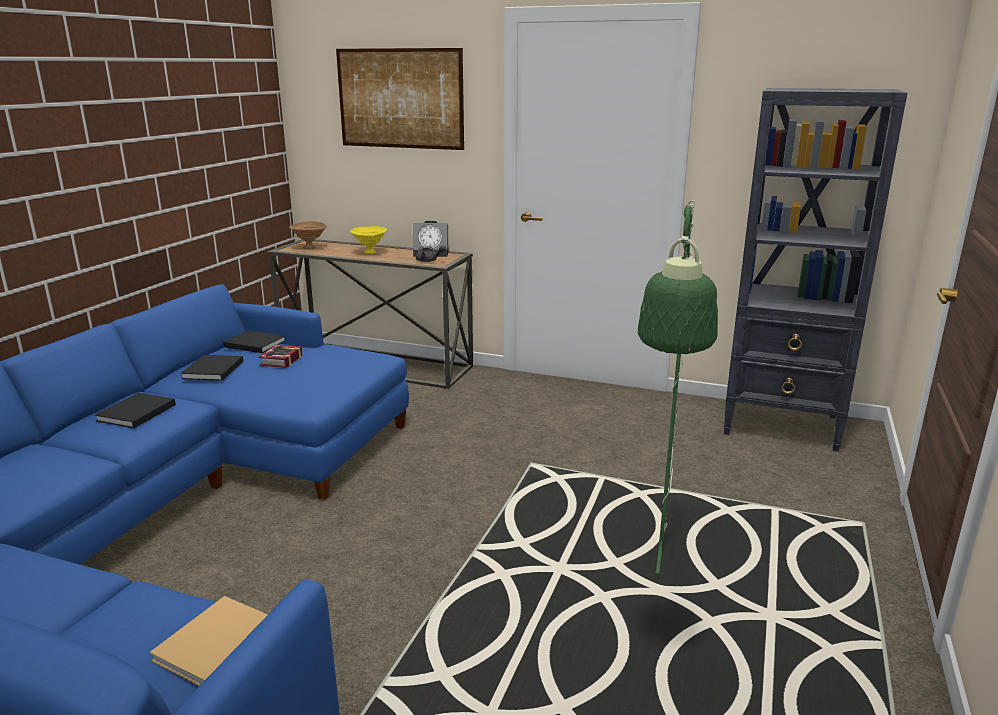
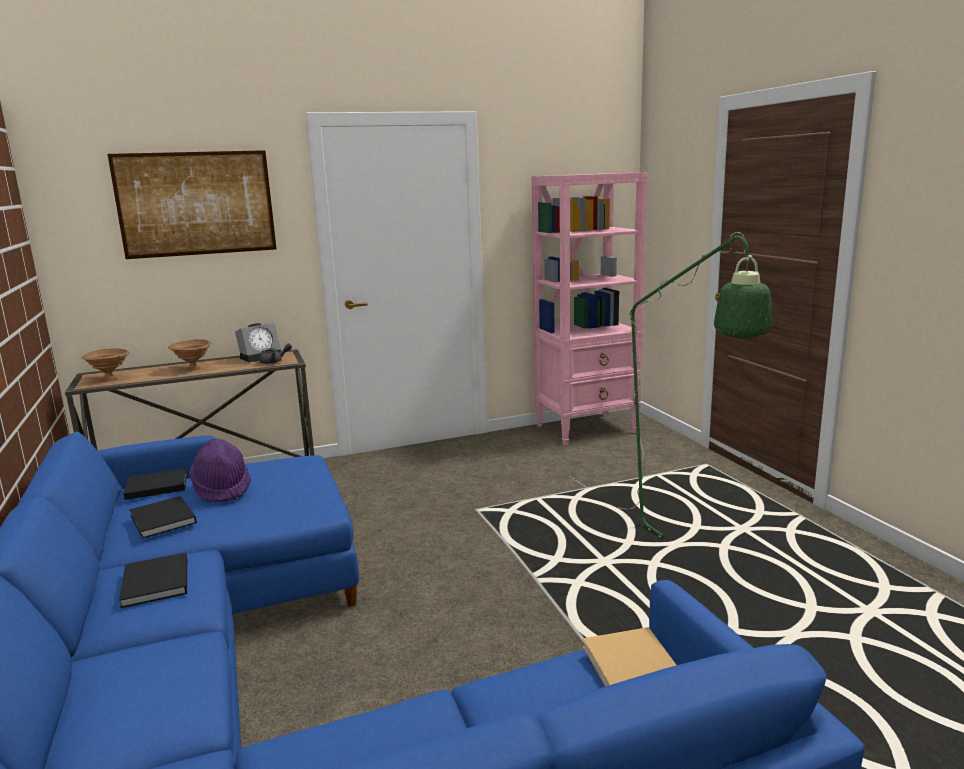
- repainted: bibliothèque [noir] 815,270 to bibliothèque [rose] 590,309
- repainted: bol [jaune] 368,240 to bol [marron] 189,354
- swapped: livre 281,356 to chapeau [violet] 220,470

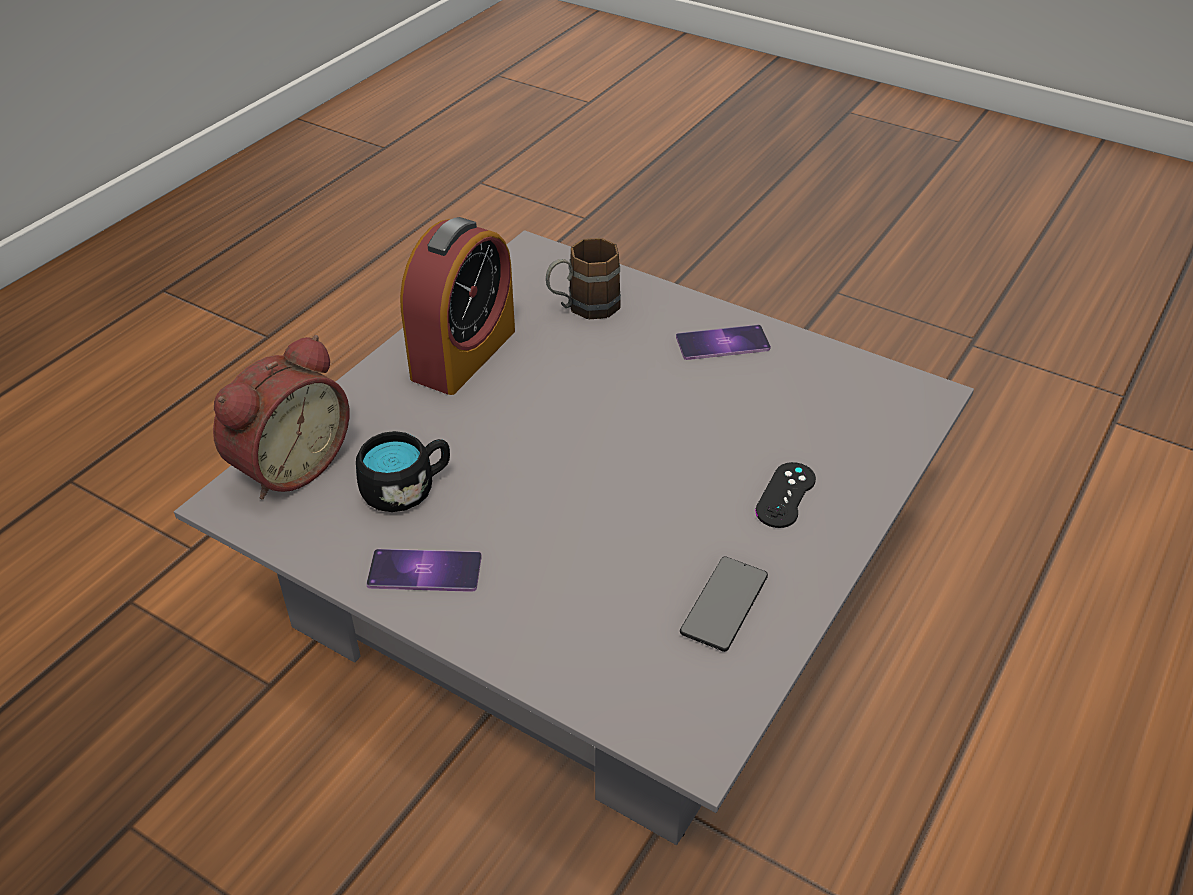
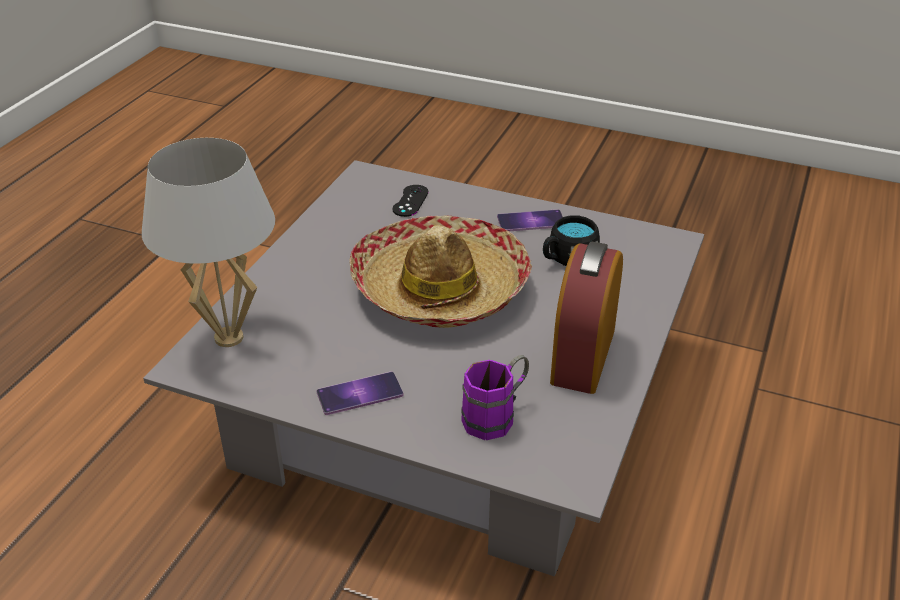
- repainted: mug [marron] 583,278 to mug [violet] 495,397
- gone: réveil 281,417
- shifted: manette [noir] 785,495 to 410,201
- gone: téléphone 724,604
- new: lampe de table [blanc] 208,242
- new: chapeau 440,272

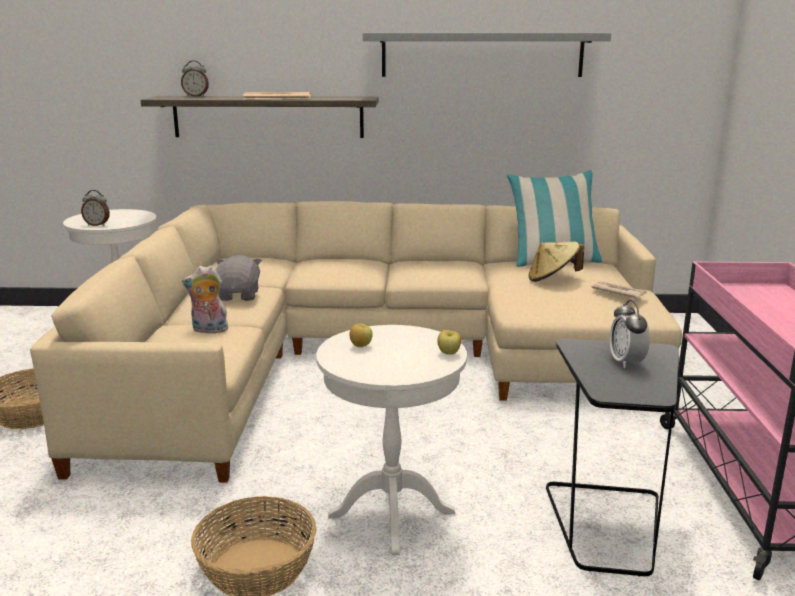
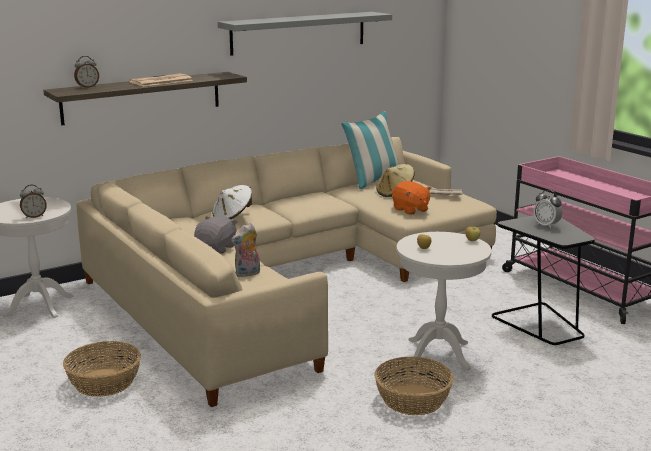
- rotated: peluche [gris] 239,278 = 216,234 60 degrees clockwise
- new: peluche [orange] 411,198
- new: chapeau [blanc] 232,202

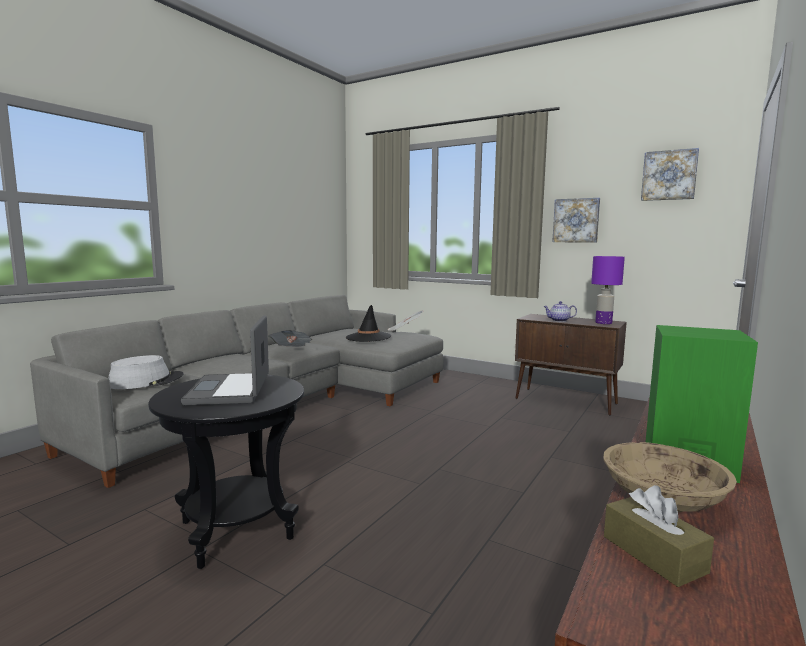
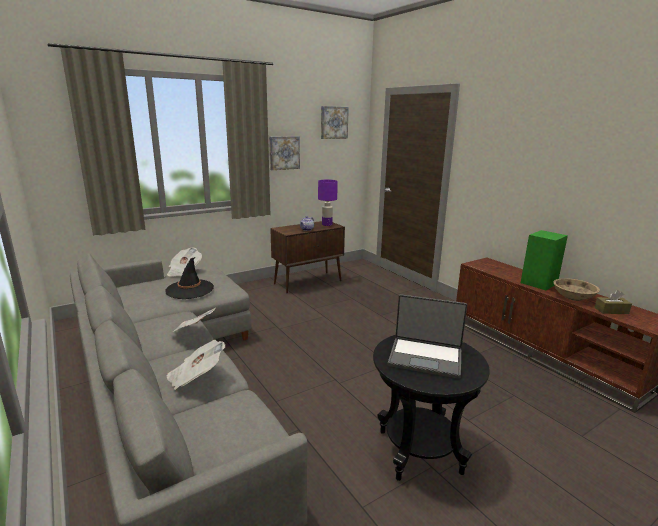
- gone: chapeau [gris] 146,372
- new: journal 195,365

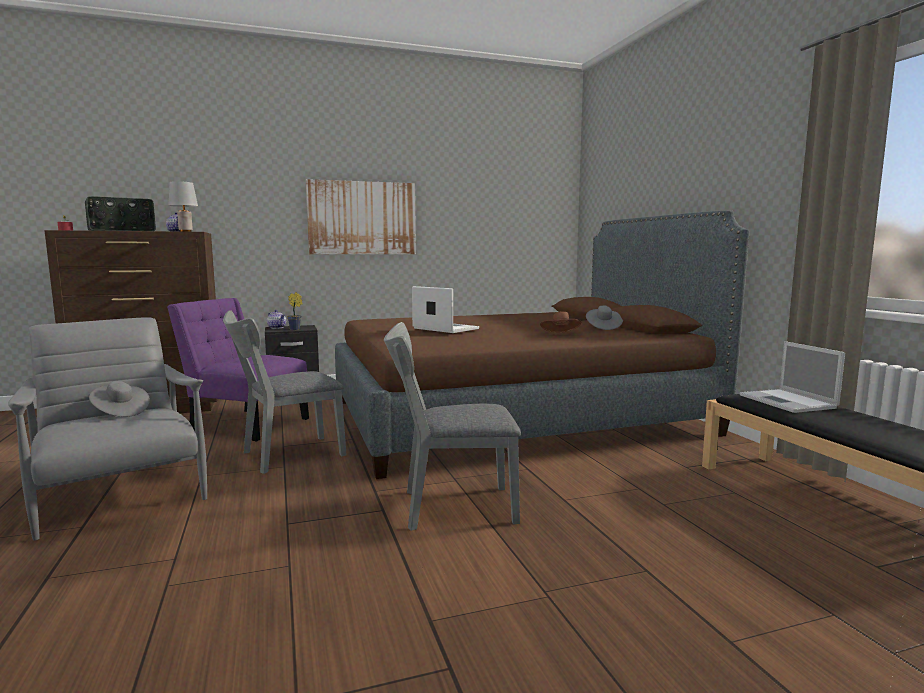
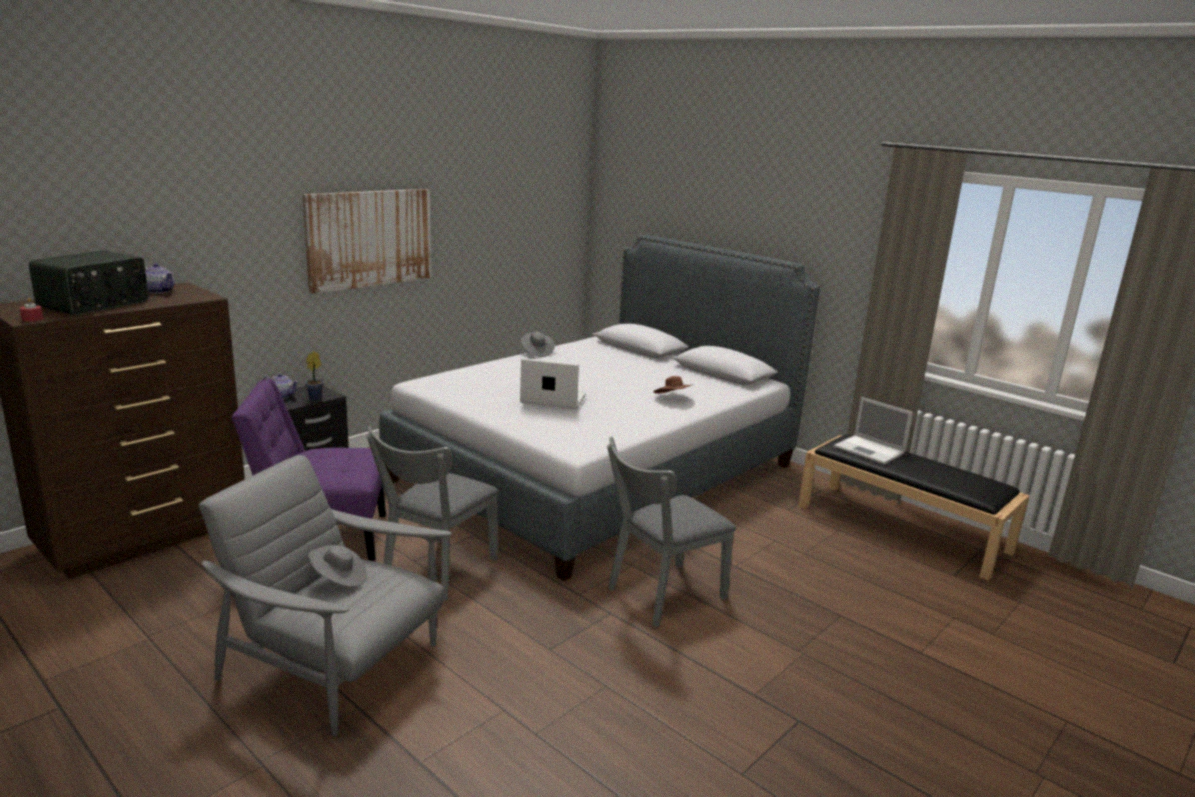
- gone: lampe de table [gris] 183,206
- repainted: lit [marron] 542,344 to lit [gris] 599,408
- shifted: chapeau [gris] 604,318 to 538,344

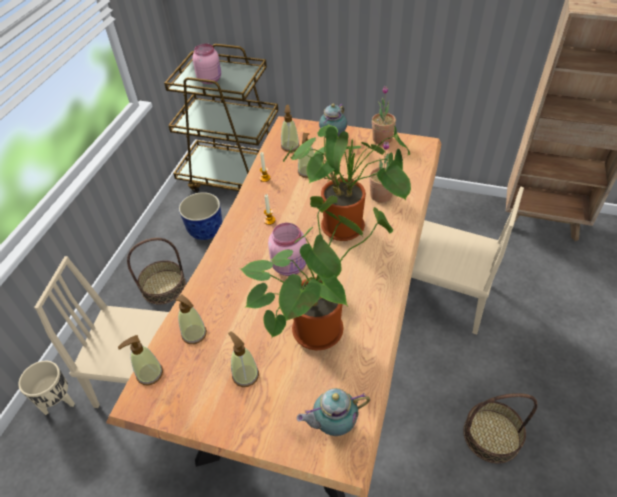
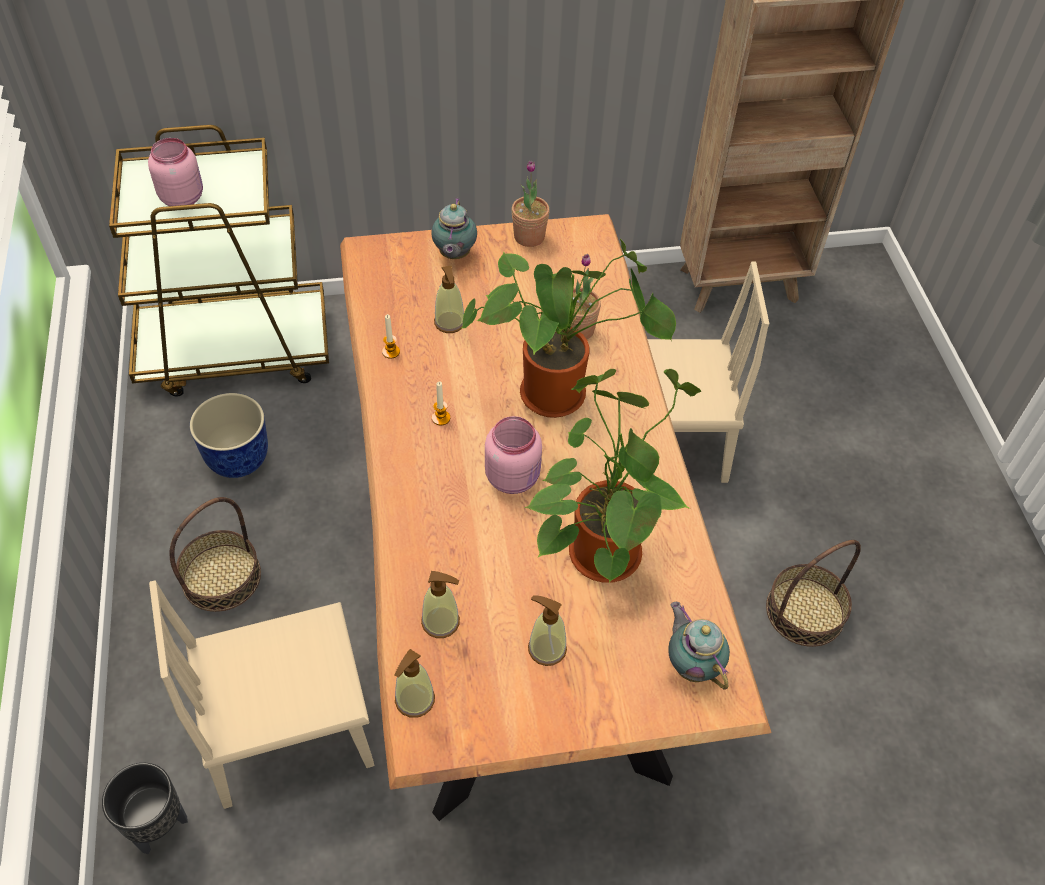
- gone: distributeur de savon 290,128
- repainted: cache-pot [beige] 46,388 to cache-pot [noir] 145,808
- rotated: théière 333,412 = 699,646 105 degrees clockwise

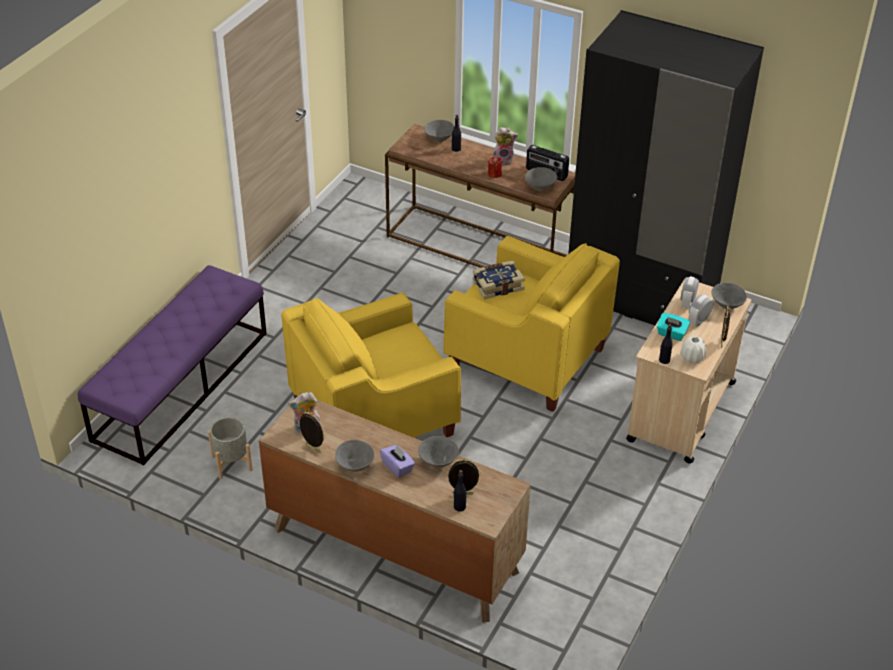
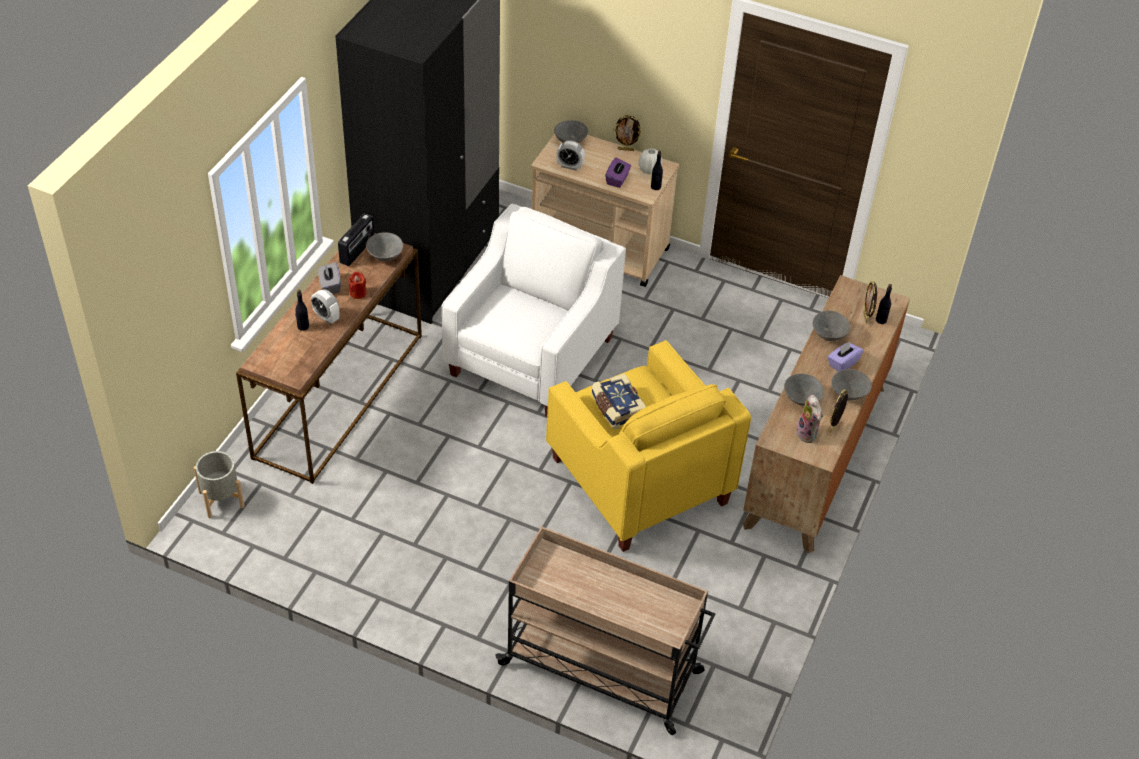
- shifted: bol [gris] 439,131 to 804,390
- swapped: peluche 505,146 to boîte à mouchoirs [gris] 329,278
- repainted: fauteuil [jaune] 531,324 to fauteuil [blanc] 534,310
- shifted: livre 499,280 to 618,401
- swapped: banc [violet] 172,365 to chariot [beige] 605,630
- shifted: réveil 701,311 to 325,306
- repainted: boîte à mouchoirs [turquoise] 673,327 to boîte à mouchoirs [violet] 618,173
- shifted: cache-pot [gris] 230,448 to 219,484

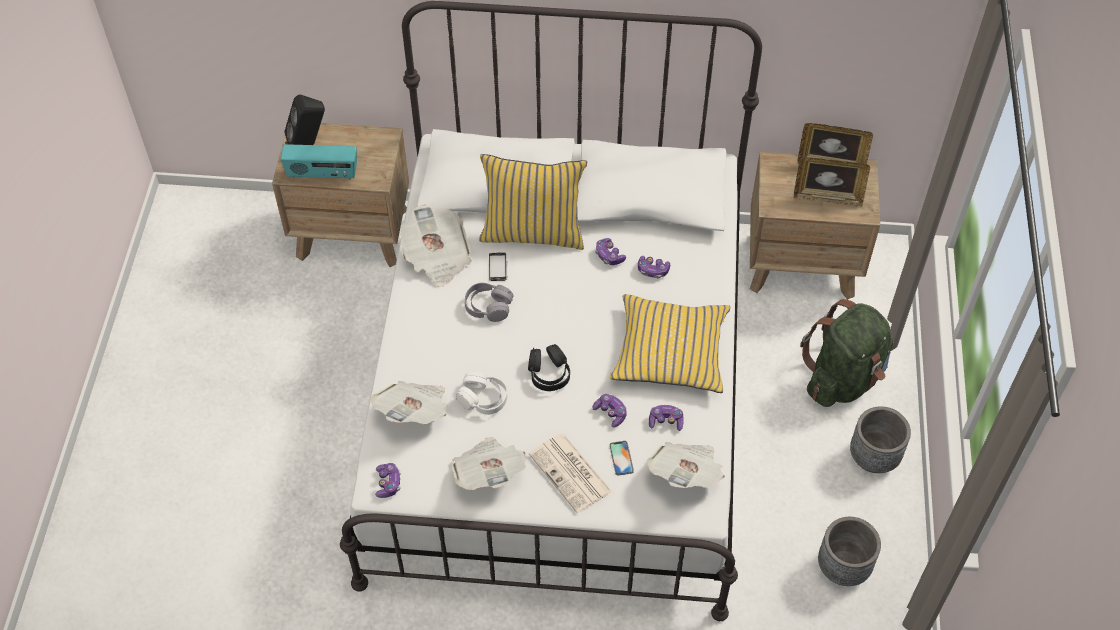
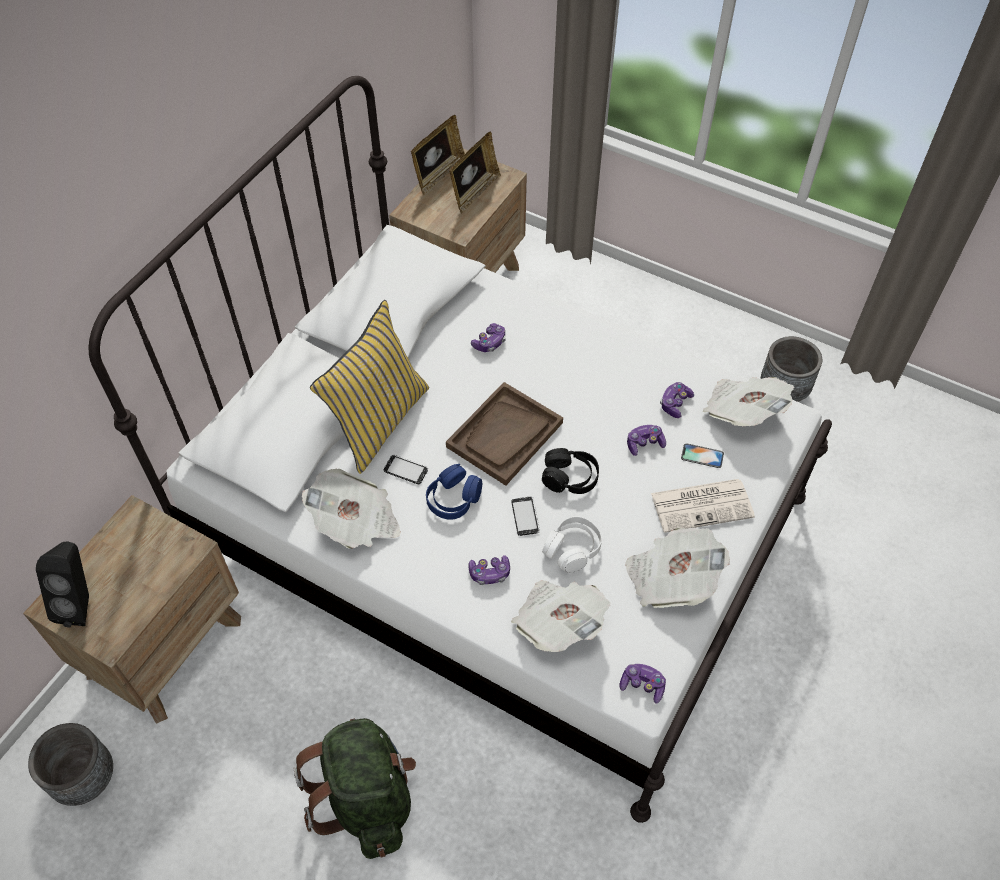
- gone: radio 319,161
- shifted: manette 610,251 to 489,570
- repainted: casque audio [gris] 489,302 to casque audio [bleu] 454,492
- gone: coussin [jaune] 670,343
- shifted: sac à dos [vert] 846,353 to 355,788
- shifted: cache-pot [gris] 880,439 to 70,764
- new: plateau [marron] 504,434
- new: téléphone 525,516

